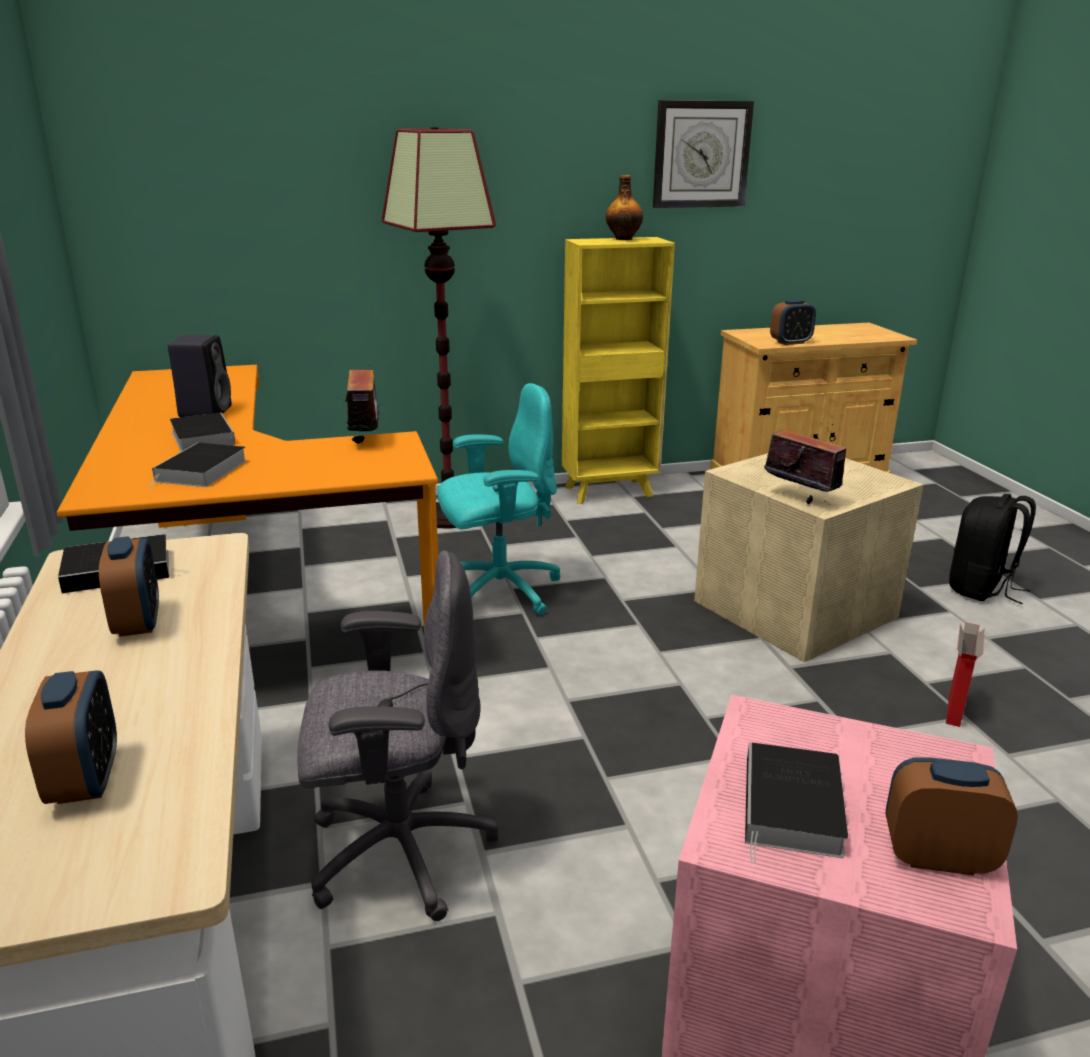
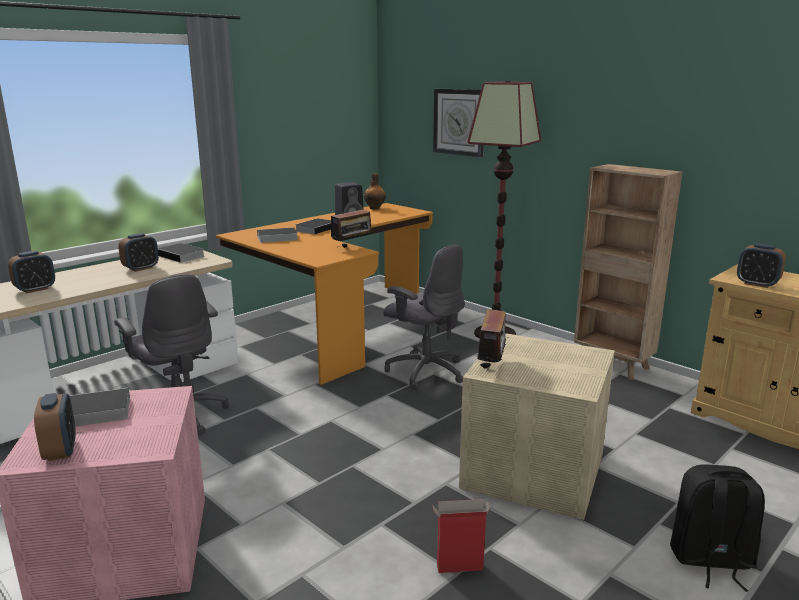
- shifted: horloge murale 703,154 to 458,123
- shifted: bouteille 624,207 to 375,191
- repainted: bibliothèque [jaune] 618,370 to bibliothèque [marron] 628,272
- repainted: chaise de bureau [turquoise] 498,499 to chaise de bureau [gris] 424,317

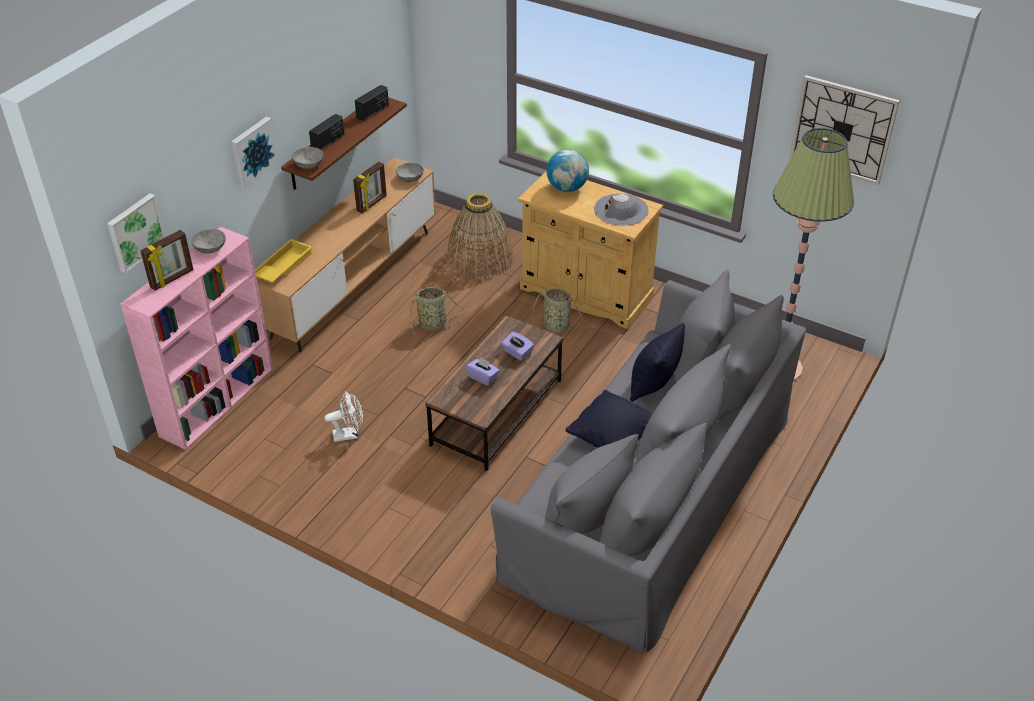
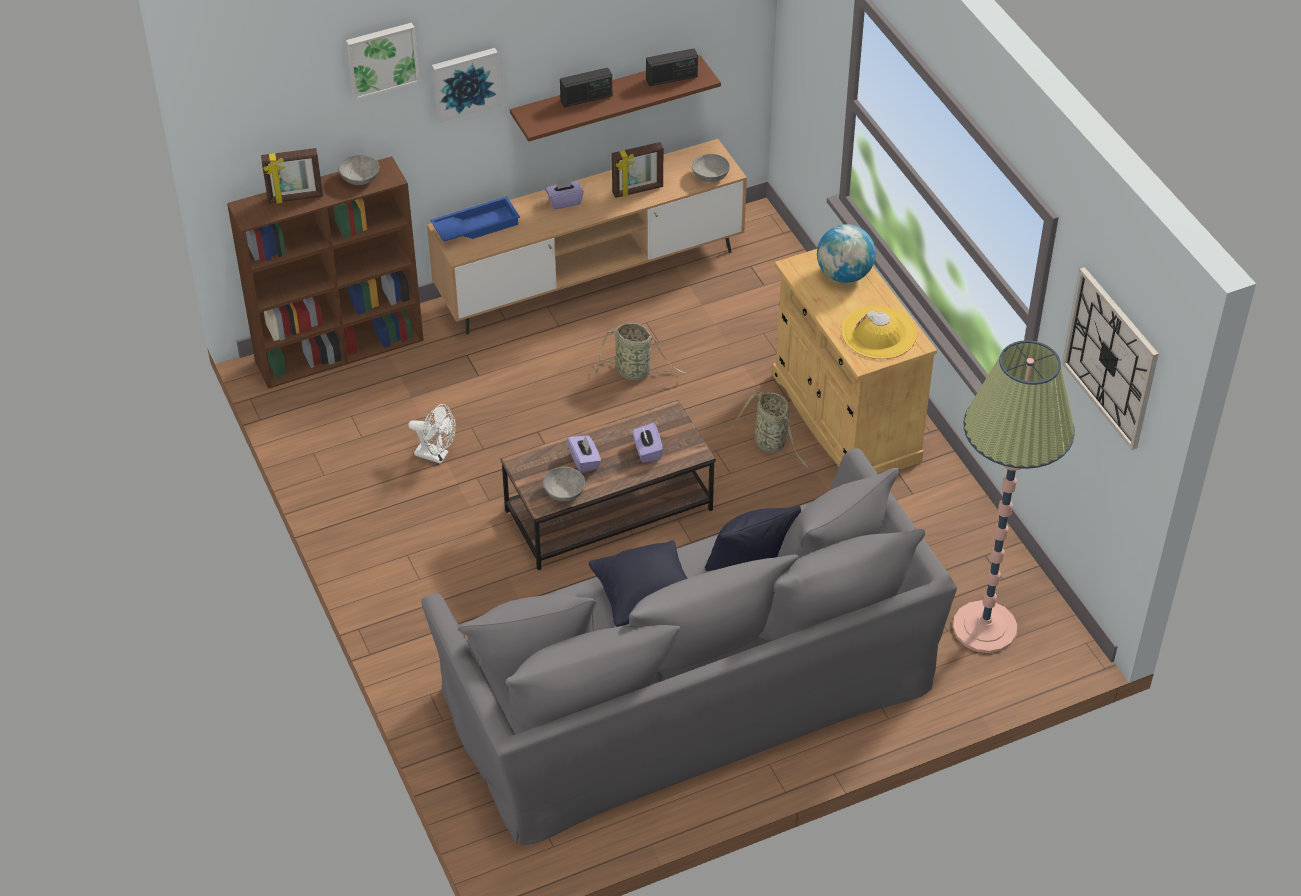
- shifted: bol [gris] 308,158 to 564,484
- shifted: tableau 136,233 to 383,61
- gone: panier 480,236
- repainted: chapeau [gris] 621,210 to chapeau [jaune] 879,332
- repainted: bibliothèque [rose] 196,338 to bibliothèque [marron] 325,272
- repainted: plateau [jaune] 283,261 to plateau [bleu] 475,219
- new: boîte à mouchoirs [violet] 564,193

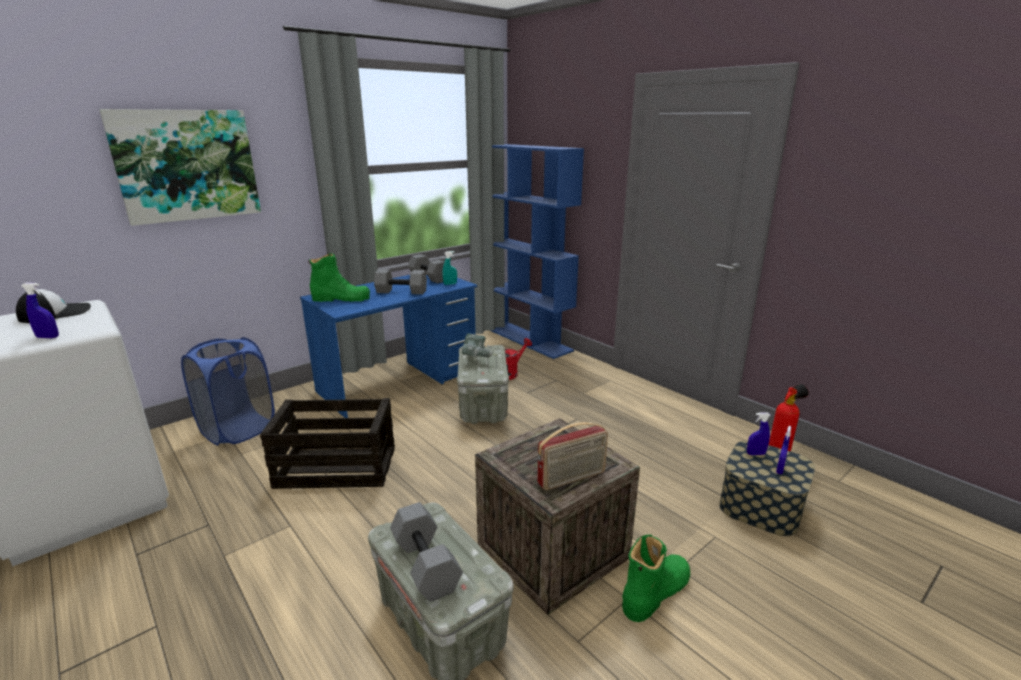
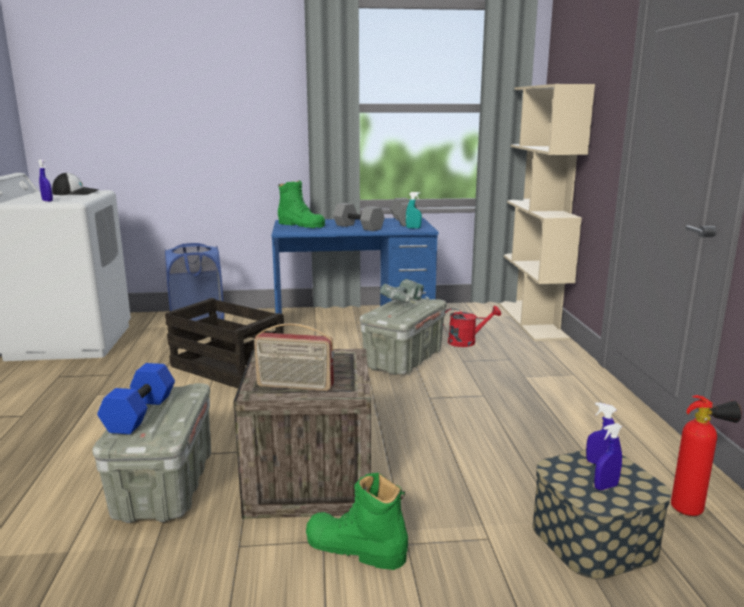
- gone: tableau 180,167
- repainted: bibliothèque [bleu] 536,251 to bibliothèque [beige] 546,212
- repainted: haltère [gris] 426,552 to haltère [bleu] 136,398
- rotated: botte [vert] 656,578 = 357,521 150 degrees counterclockwise

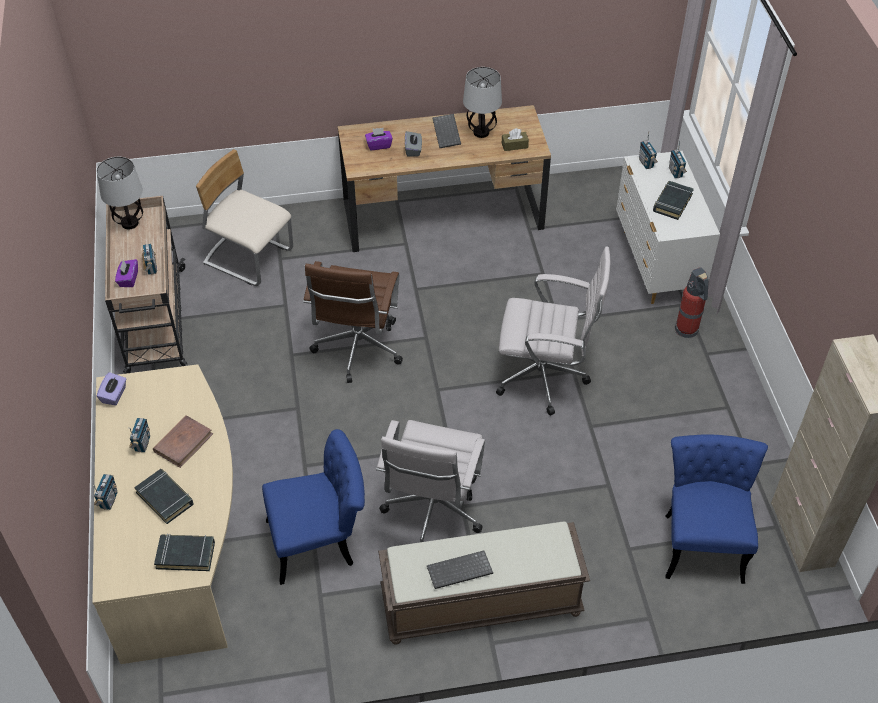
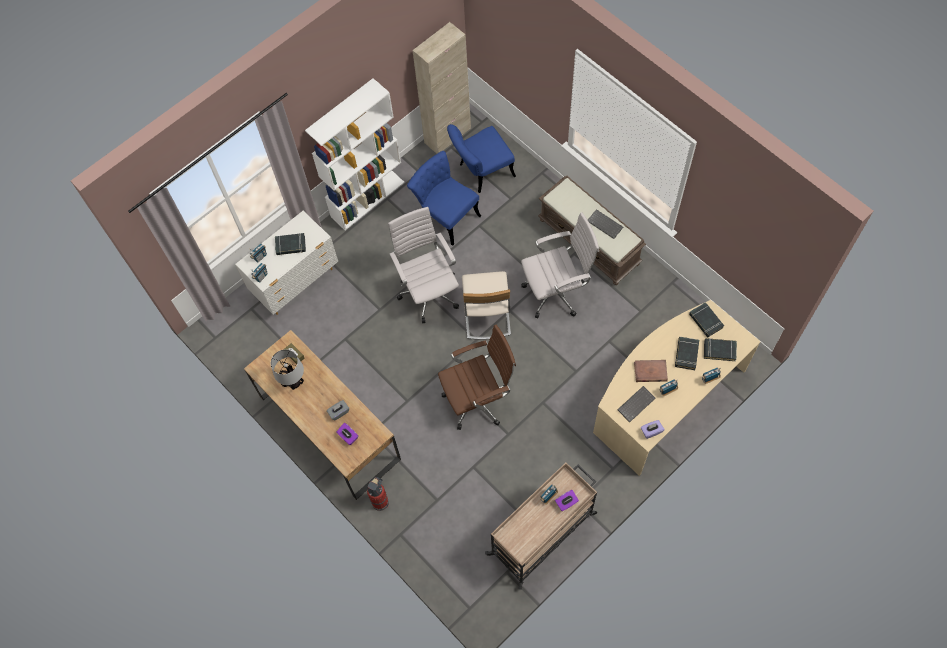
- shifted: clavier 447,131 to 636,404
- shifted: chaise [beige] 244,217 to 486,305
- gone: lampe de table 119,193
- shifted: extincteur 691,303 to 378,494
- shifted: chaise [bleu] 313,507 to 444,198
- new: bibliothèque [blanc] 355,154
- new: livre [noir] 720,349

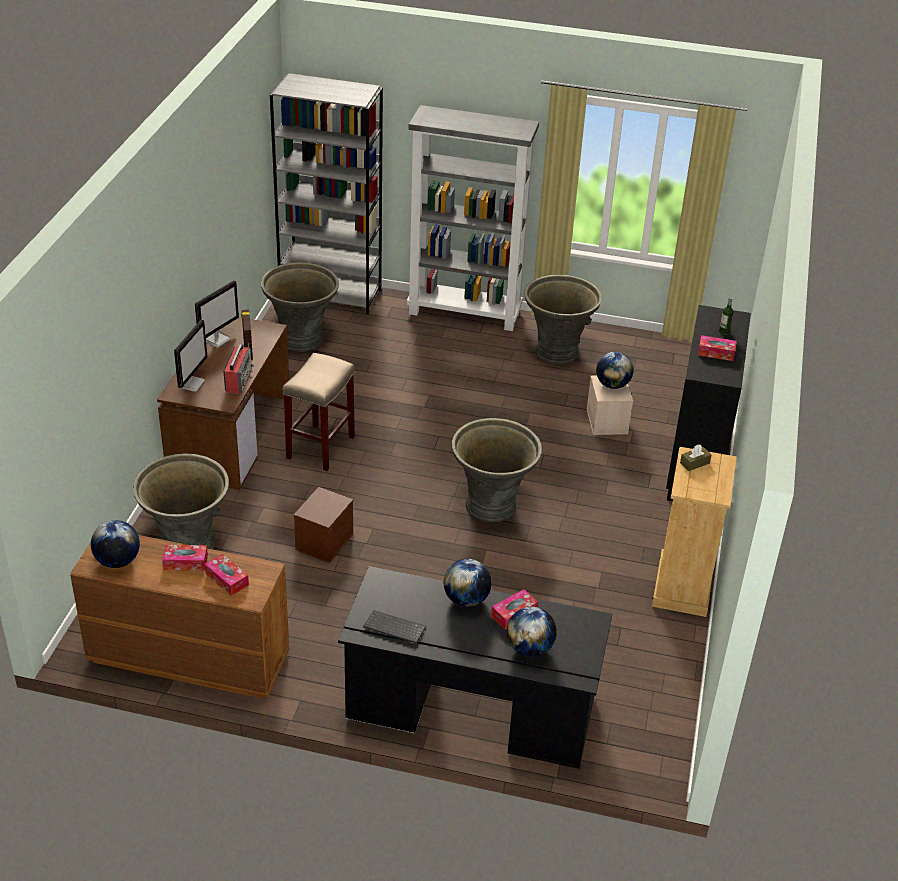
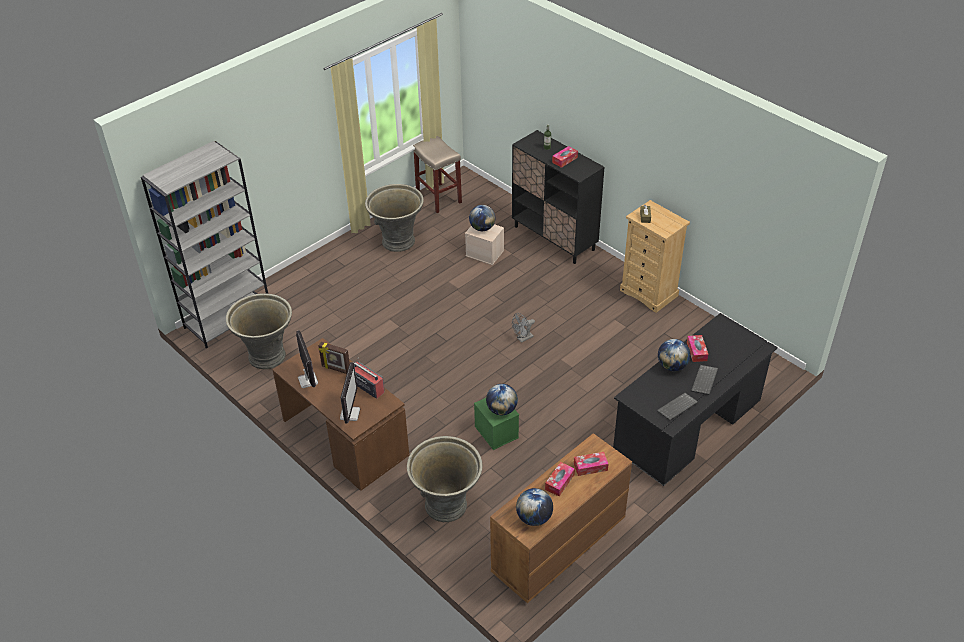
- gone: bibliothèque [gris] 473,218
- rotated: écran d'ordinateur 190,355 = 350,392 45 degrees clockwise
- shifted: tabouret [beige] 319,412 to 437,174
- swapped: cache-pot [gris] 497,470 to ventilateur [gris] 523,328
- repainted: boîte de rangement [marron] 324,525 to boîte de rangement [vert] 496,424
- shifted: globe 532,632 to 502,399
- new: clavier 704,380

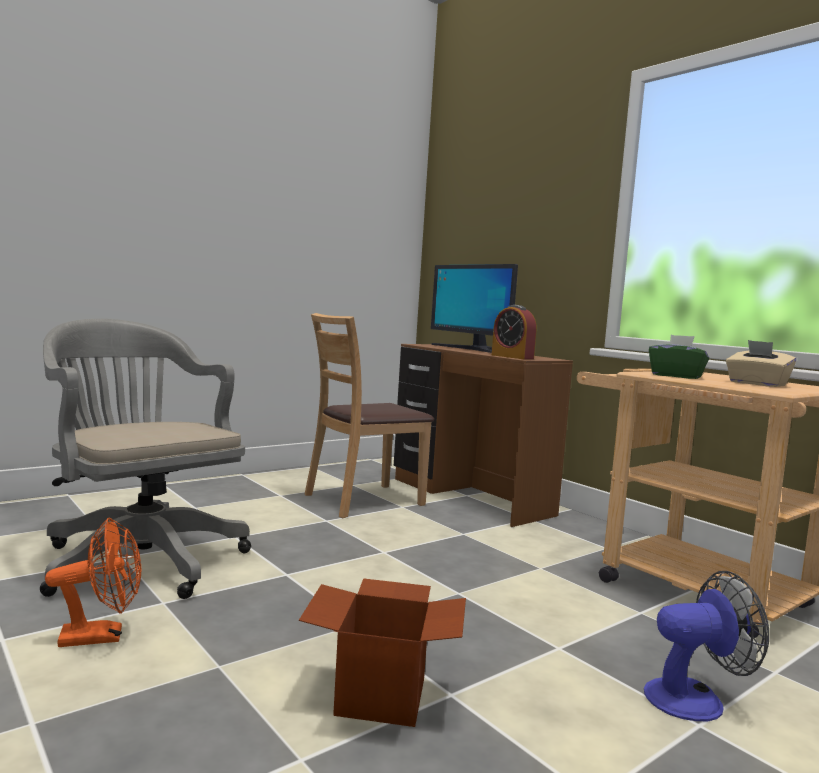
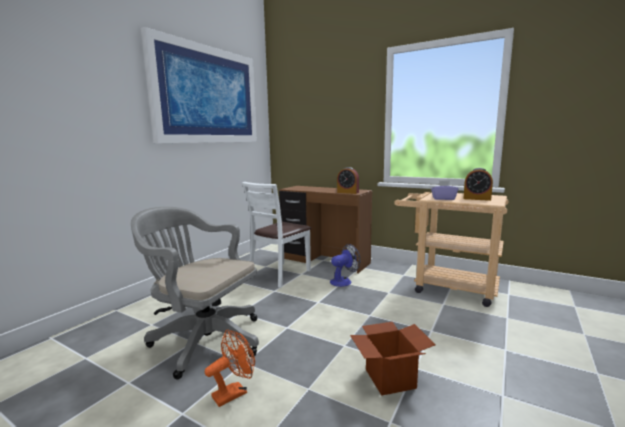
- gone: écran d'ordinateur 474,308
- repainted: chaise [marron] 369,415 to chaise [blanc] 276,235
- repainted: boîte à mouchoirs [vert] 679,357 to boîte à mouchoirs [violet] 444,190
- swapped: boîte à mouchoirs [beige] 761,363 to réveil 478,184
- shifted: ventilateur 706,646 to 345,265
- new: tableau 199,85

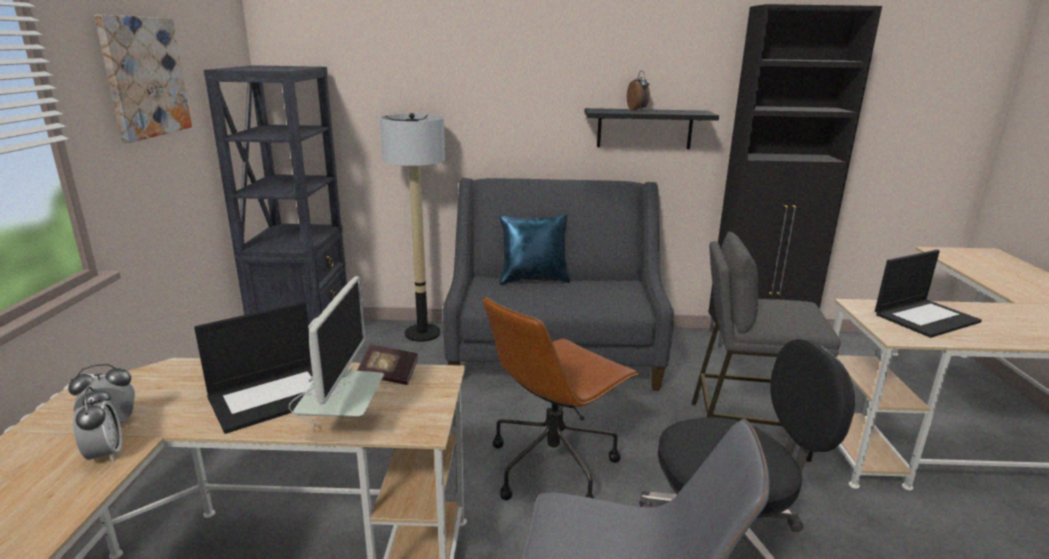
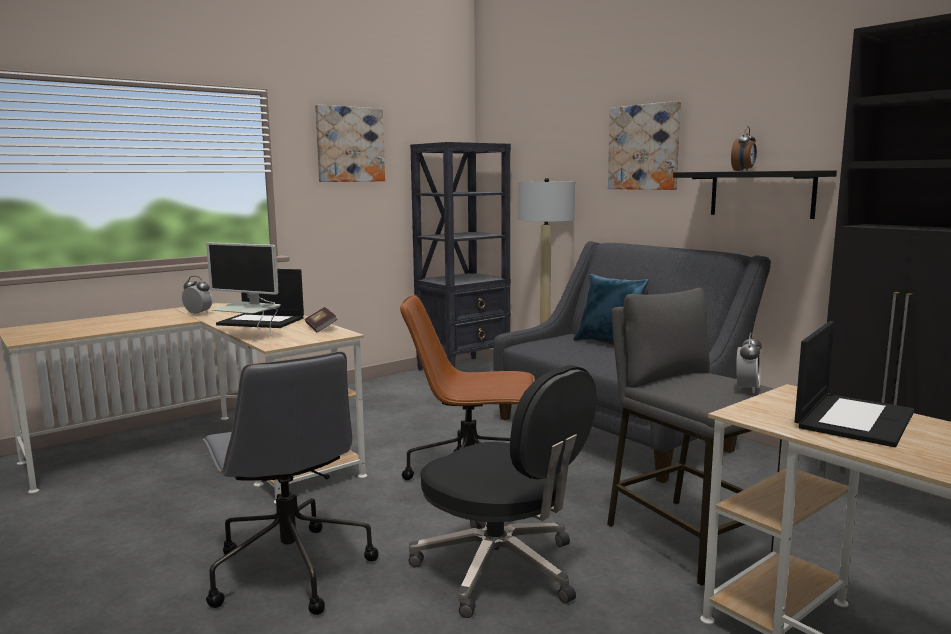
- rotated: ordinateur portable 928,294 = 854,384 75 degrees counterclockwise
- rotated: écran d'ordinateur 336,352 = 243,290 60 degrees clockwise
- shifted: réveil 97,424 to 749,363
- new: tableau 644,145

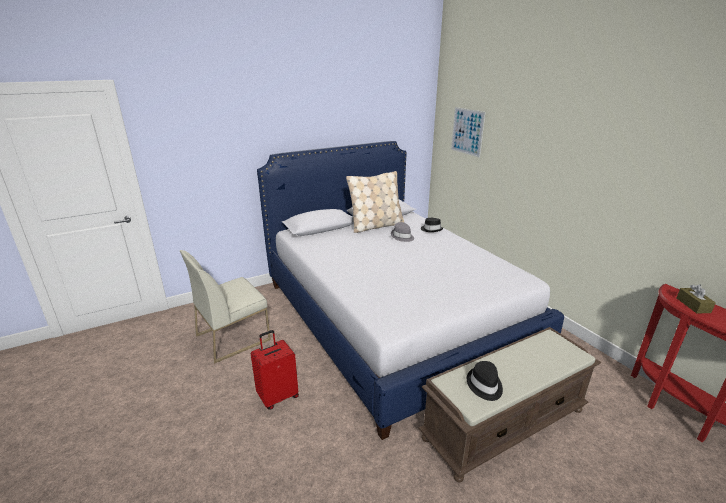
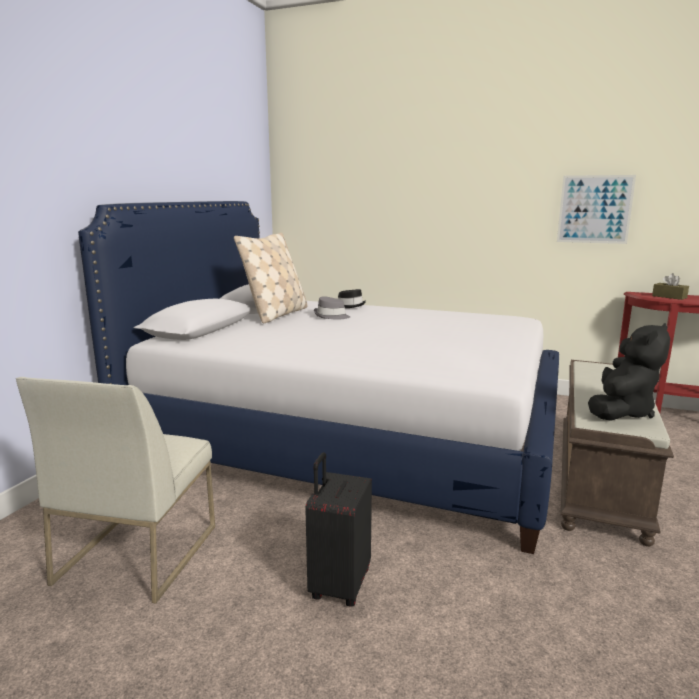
- shifted: tableau 468,132 to 596,209
- repainted: valise [rouge] 275,370 to valise [noir] 338,529
- swapped: chapeau [noir] 485,381 to peluche [noir] 629,372

